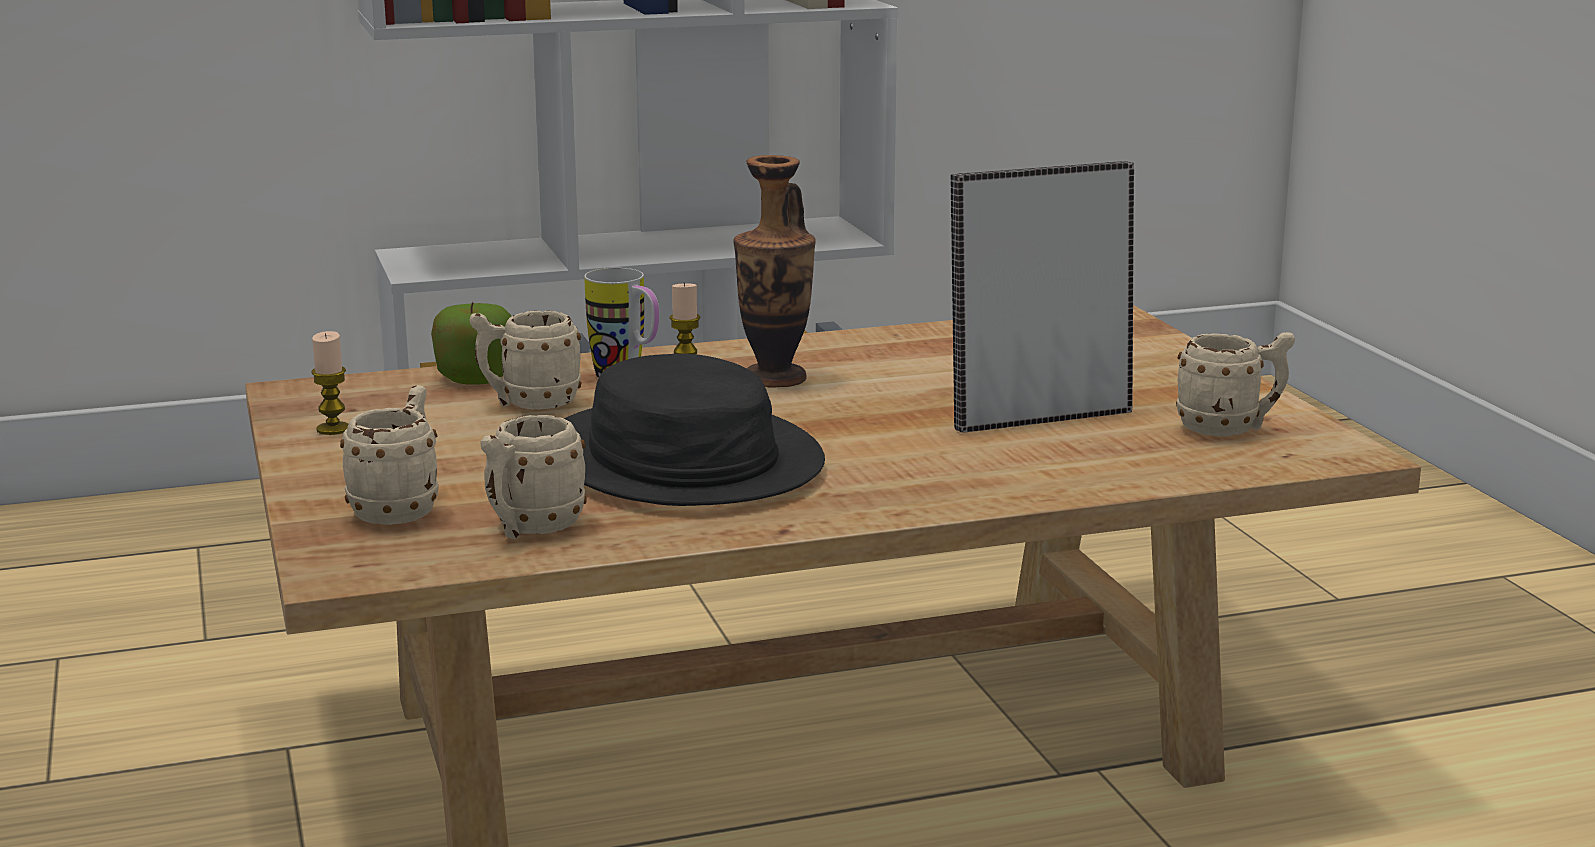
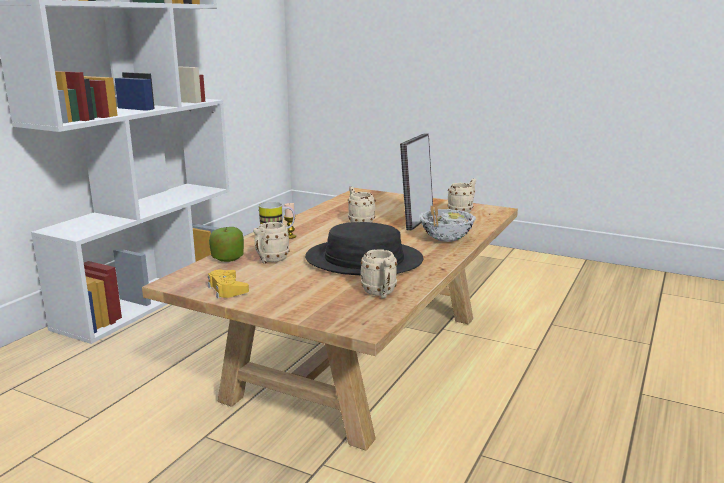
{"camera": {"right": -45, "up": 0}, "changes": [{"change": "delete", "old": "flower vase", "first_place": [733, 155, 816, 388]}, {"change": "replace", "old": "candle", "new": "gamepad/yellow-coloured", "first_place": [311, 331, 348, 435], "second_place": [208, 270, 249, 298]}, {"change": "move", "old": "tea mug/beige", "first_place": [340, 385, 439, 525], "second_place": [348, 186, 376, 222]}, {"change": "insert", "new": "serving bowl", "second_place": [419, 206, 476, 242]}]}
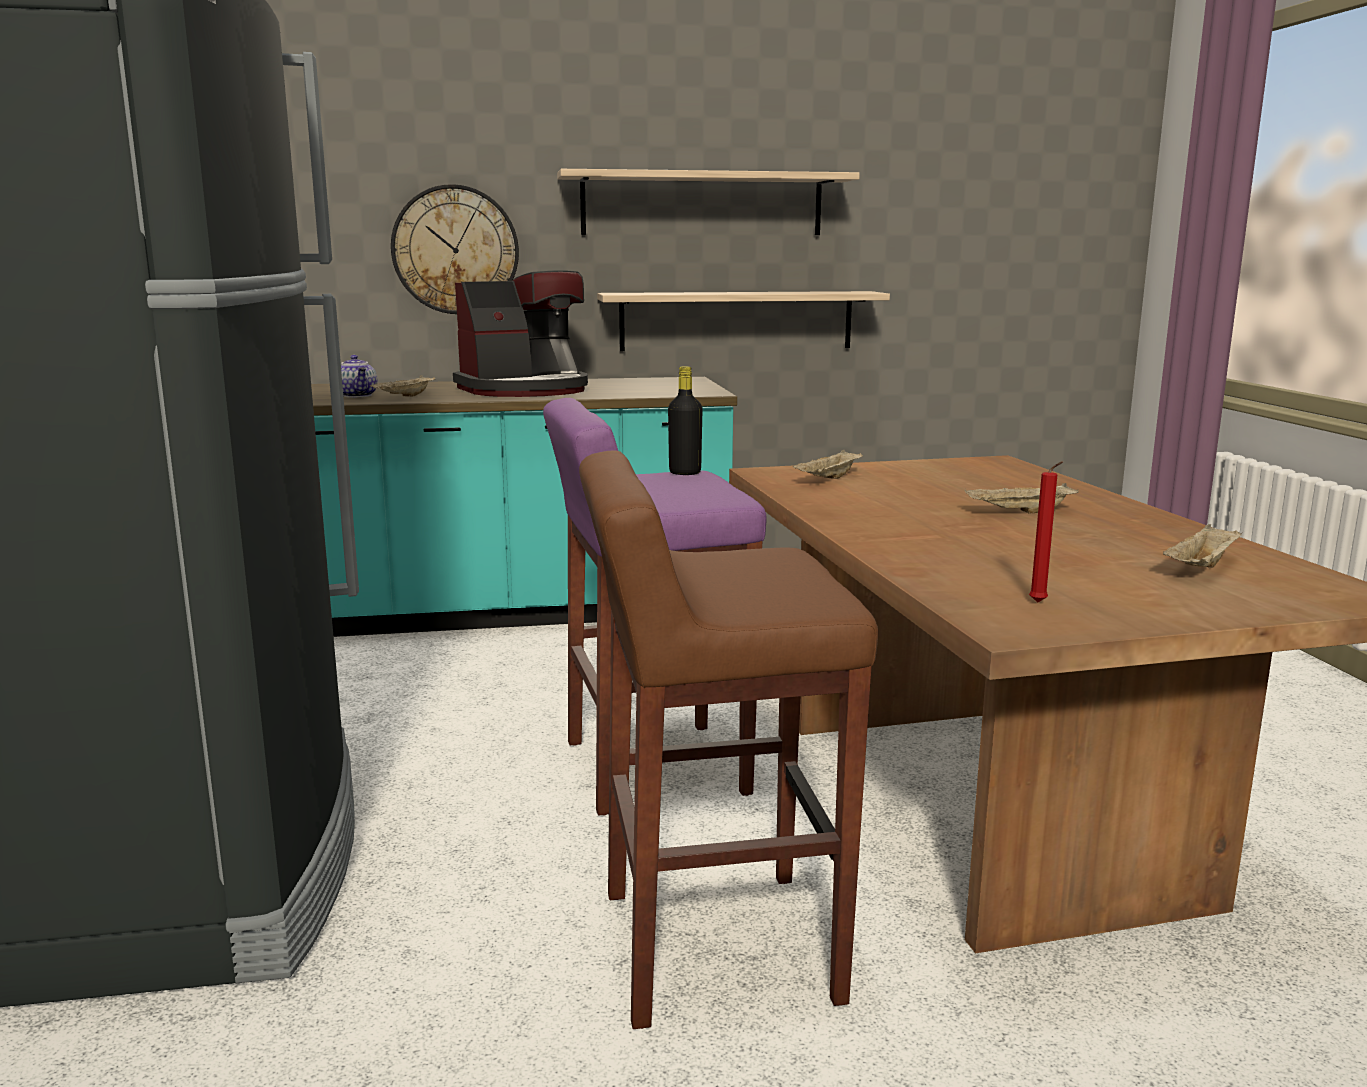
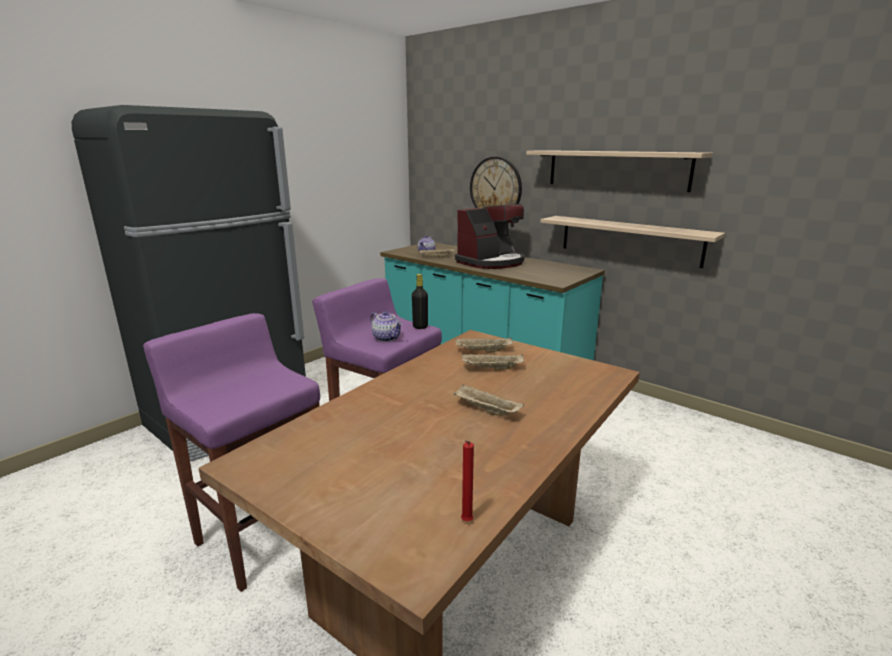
{"camera": {"right": 50, "up": 5}, "changes": [{"change": "rotate", "old": "coffee maker", "first_place": [453, 270, 588, 397], "second_place": [455, 204, 525, 269], "degrees": -60}, {"change": "recolor", "old": "stool/brownish", "new": "stool/purplish", "first_place": [579, 451, 878, 1029], "second_place": [143, 313, 320, 592]}, {"change": "move", "old": "candle/red-coloured", "first_place": [1029, 461, 1063, 603], "second_place": [461, 441, 474, 521]}, {"change": "move", "old": "serving tray/beige", "first_place": [1163, 524, 1242, 568], "second_place": [462, 354, 524, 371]}, {"change": "insert", "new": "tea pot", "second_place": [370, 311, 402, 342]}]}
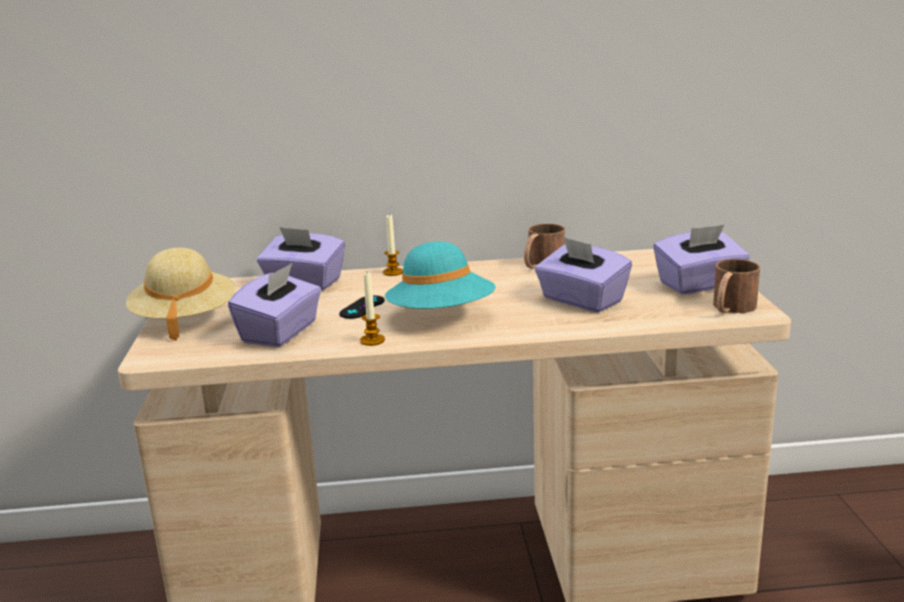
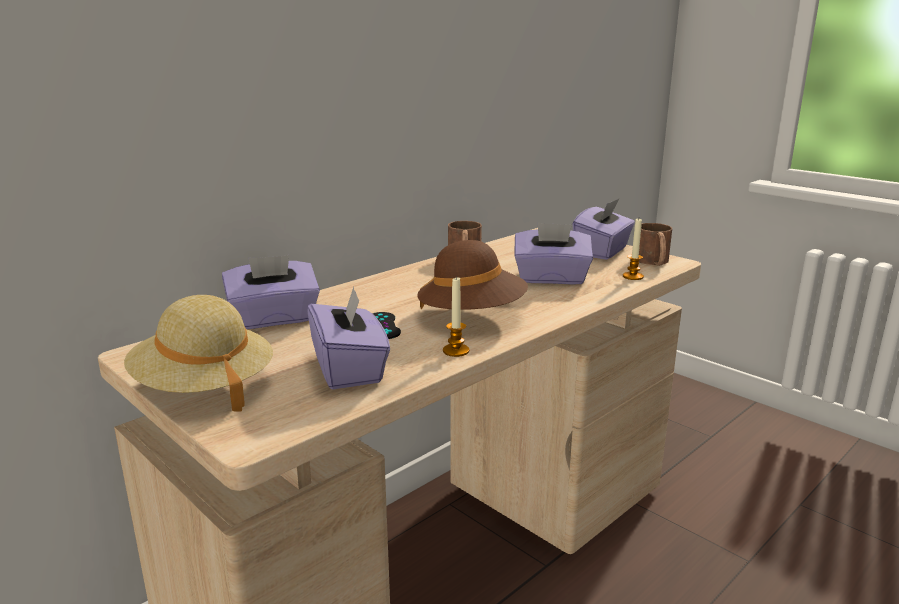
{"camera": {"right": -40, "up": 0}, "changes": [{"change": "move", "old": "candle", "first_place": [383, 215, 403, 276], "second_place": [623, 218, 644, 280]}, {"change": "recolor", "old": "hat/turquoise-coloured", "new": "hat/brownish", "first_place": [385, 241, 495, 309], "second_place": [417, 240, 528, 310]}]}
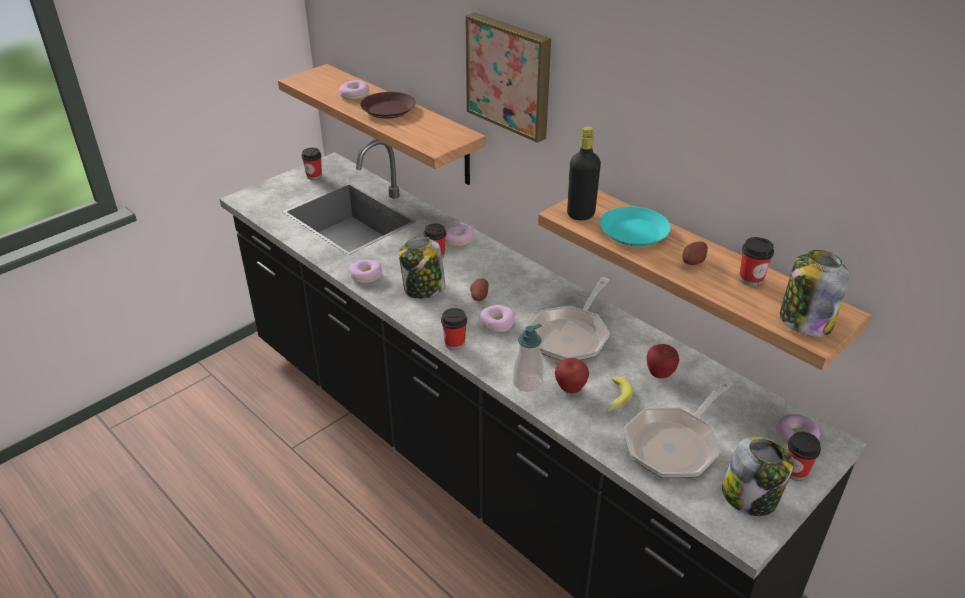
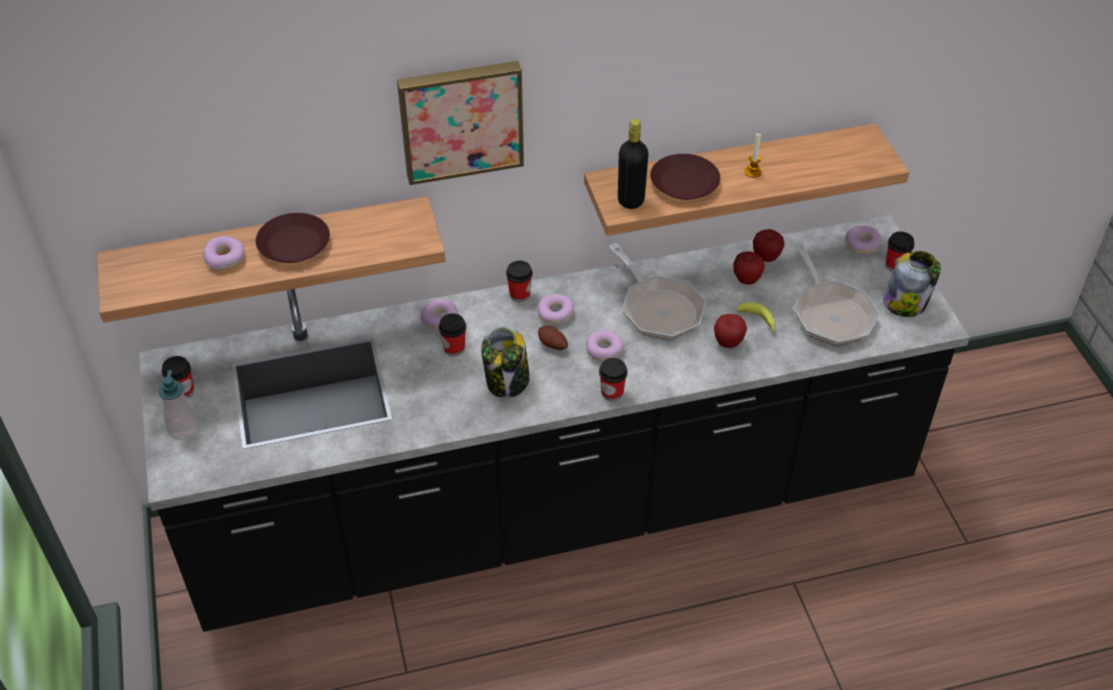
{"camera": {"right": -60, "up": 10}, "changes": [{"change": "recolor", "old": "flat dish/turquoise-coloured", "new": "flat dish/brownish", "first_place": [600, 206, 671, 246], "second_place": [650, 154, 720, 200]}, {"change": "move", "old": "small cup", "first_place": [739, 237, 774, 286], "second_place": [506, 260, 533, 302]}, {"change": "replace", "old": "potato", "new": "candle", "first_place": [682, 242, 708, 265], "second_place": [745, 133, 762, 178]}, {"change": "delete", "old": "storage jar", "first_place": [780, 250, 849, 337]}, {"change": "move", "old": "donut", "first_place": [349, 260, 382, 283], "second_place": [537, 294, 574, 325]}, {"change": "move", "old": "liquid soap bottle", "first_place": [513, 324, 543, 392], "second_place": [159, 370, 199, 440]}, {"change": "insert", "new": "apple", "second_place": [753, 229, 785, 262]}]}
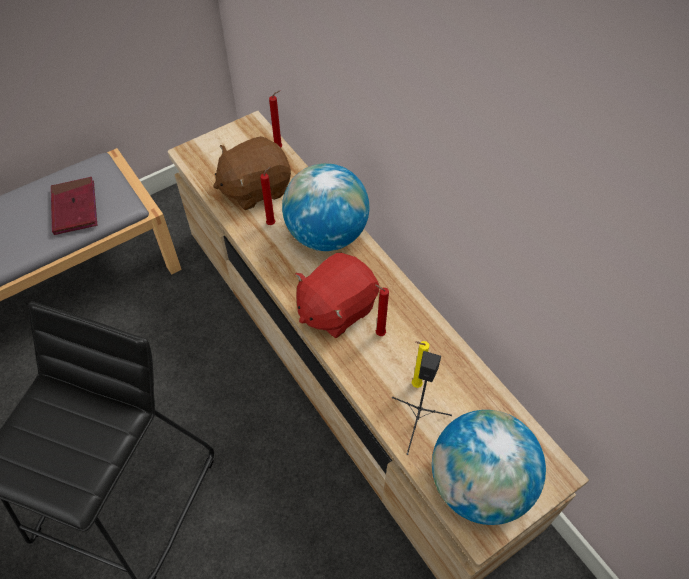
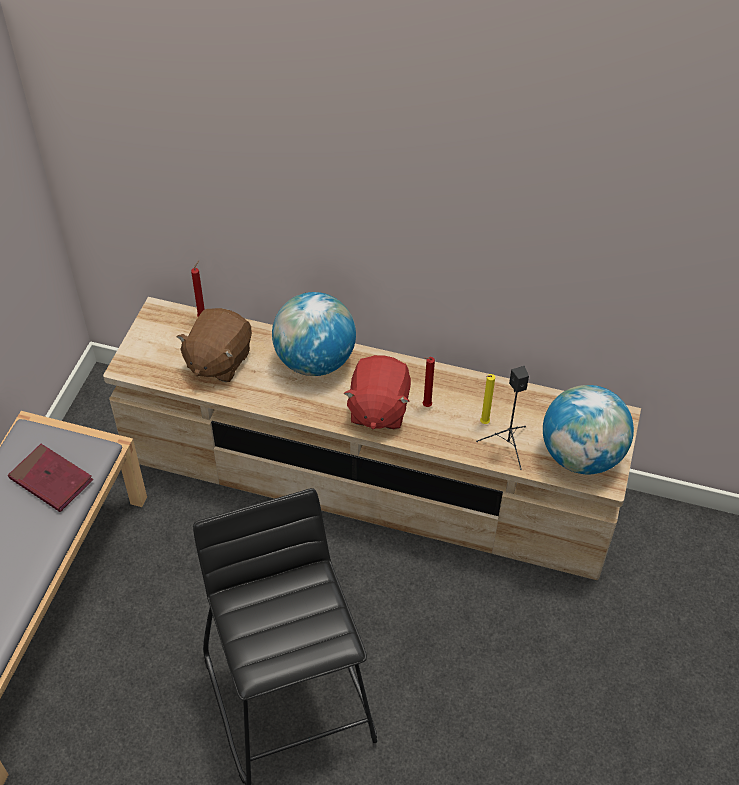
{"camera": {"right": -40, "up": -5}, "changes": [{"change": "delete", "old": "candle/red-coloured", "first_place": [260, 166, 275, 225]}]}
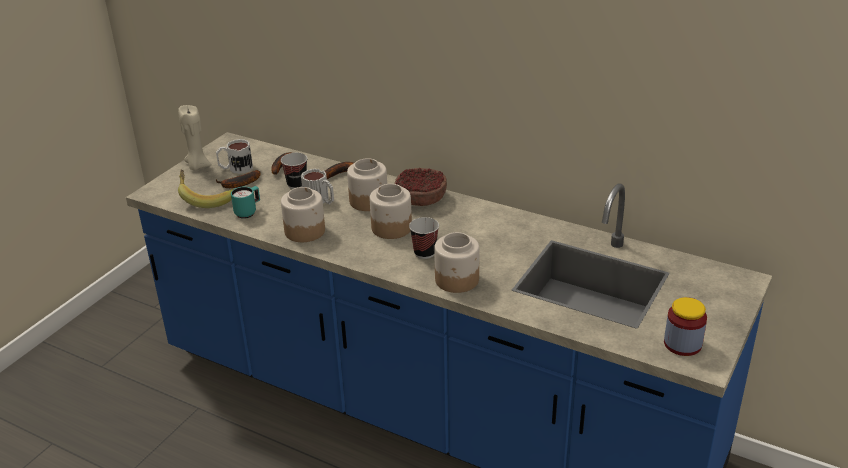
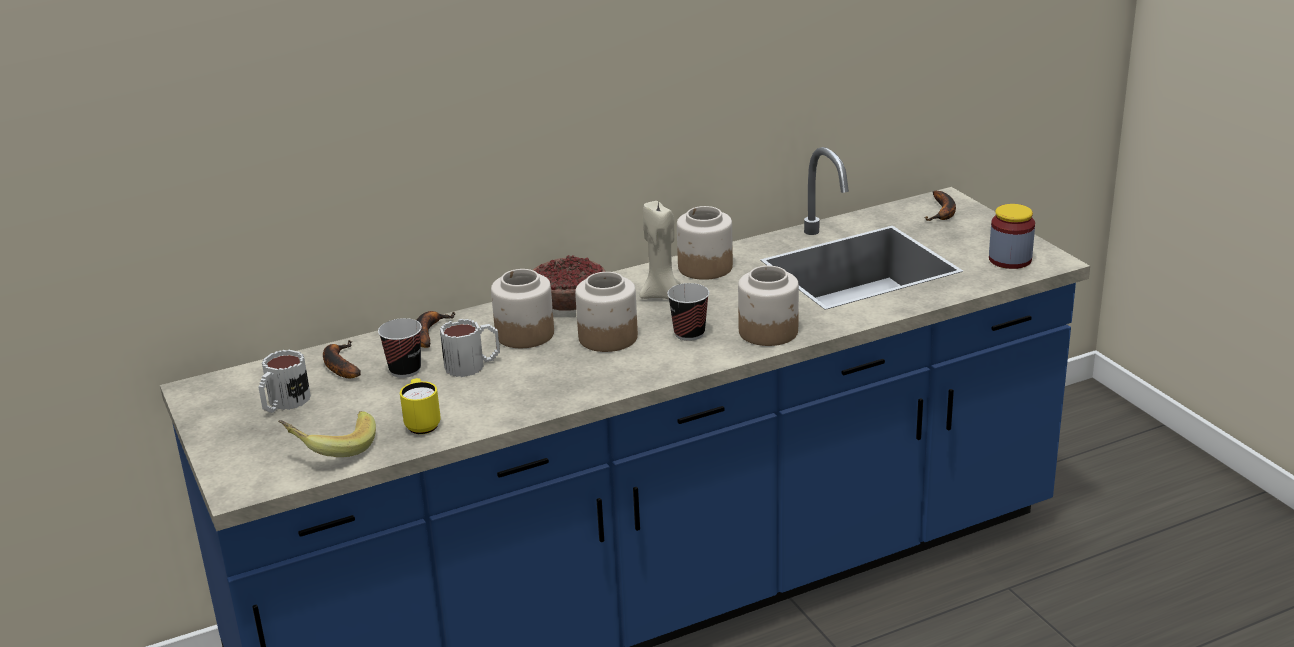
{"camera": {"right": -55, "up": -5}, "changes": [{"change": "move", "old": "candle/beige", "first_place": [178, 105, 212, 170], "second_place": [640, 201, 681, 299]}, {"change": "move", "old": "banana", "first_place": [216, 170, 261, 188], "second_place": [925, 191, 956, 221]}, {"change": "recolor", "old": "tea mug/turquoise-coloured", "new": "tea mug/yellow-coloured", "first_place": [231, 186, 260, 219], "second_place": [400, 378, 441, 434]}, {"change": "move", "old": "storage jar", "first_place": [281, 187, 325, 242], "second_place": [677, 206, 733, 280]}]}
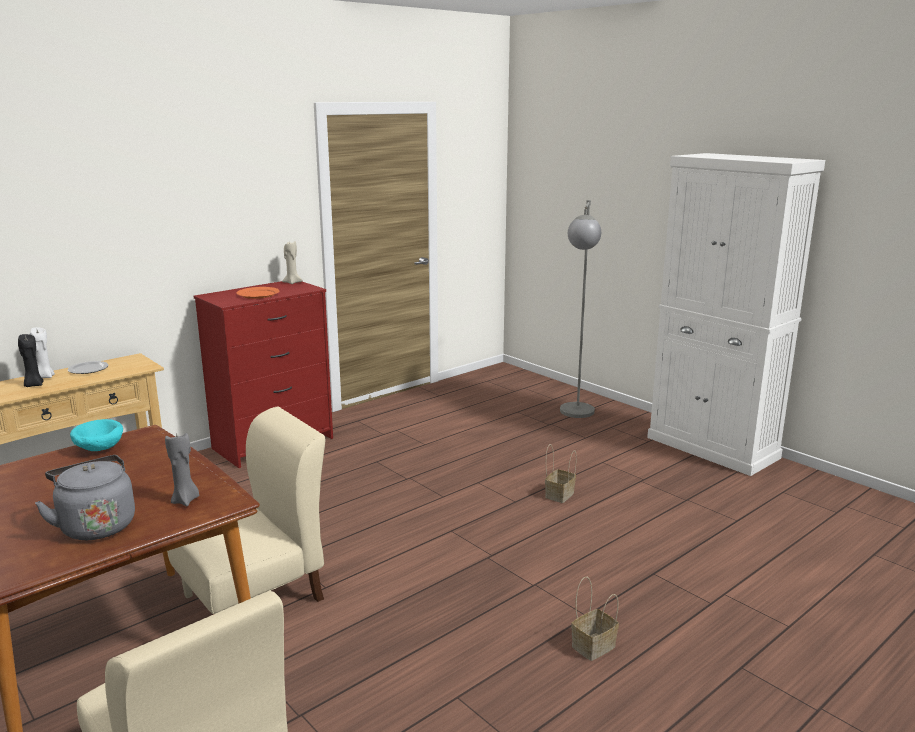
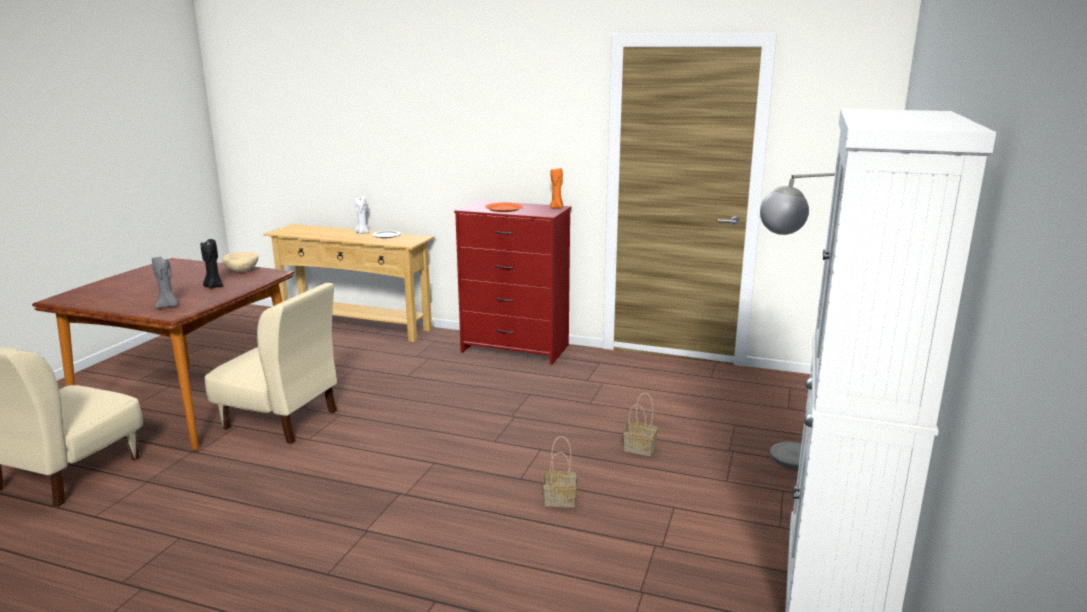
{"camera": {"right": 60, "up": 0}, "changes": [{"change": "recolor", "old": "candle/beige", "new": "candle/orangey", "first_place": [282, 240, 303, 284], "second_place": [550, 168, 563, 209]}, {"change": "move", "old": "candle/black", "first_place": [18, 334, 44, 387], "second_place": [200, 239, 223, 289]}, {"change": "recolor", "old": "serving bowl/turquoise-coloured", "new": "serving bowl/beige", "first_place": [70, 419, 123, 451], "second_place": [222, 252, 259, 272]}, {"change": "delete", "old": "kettle/gray", "first_place": [35, 455, 135, 540]}, {"change": "move", "old": "basket", "first_place": [571, 577, 619, 661], "second_place": [623, 393, 658, 456]}]}
